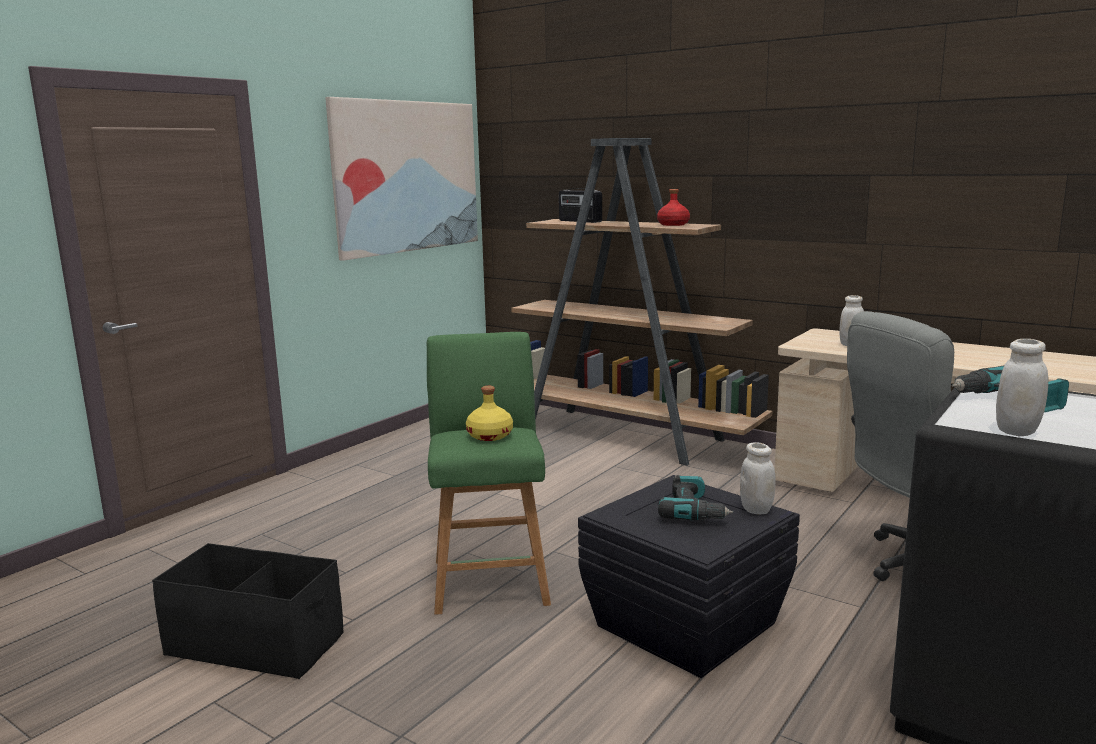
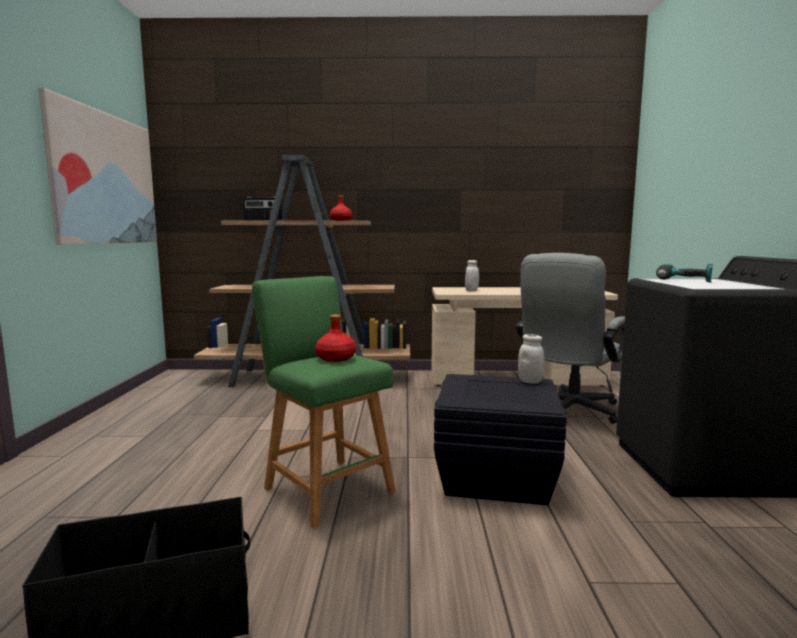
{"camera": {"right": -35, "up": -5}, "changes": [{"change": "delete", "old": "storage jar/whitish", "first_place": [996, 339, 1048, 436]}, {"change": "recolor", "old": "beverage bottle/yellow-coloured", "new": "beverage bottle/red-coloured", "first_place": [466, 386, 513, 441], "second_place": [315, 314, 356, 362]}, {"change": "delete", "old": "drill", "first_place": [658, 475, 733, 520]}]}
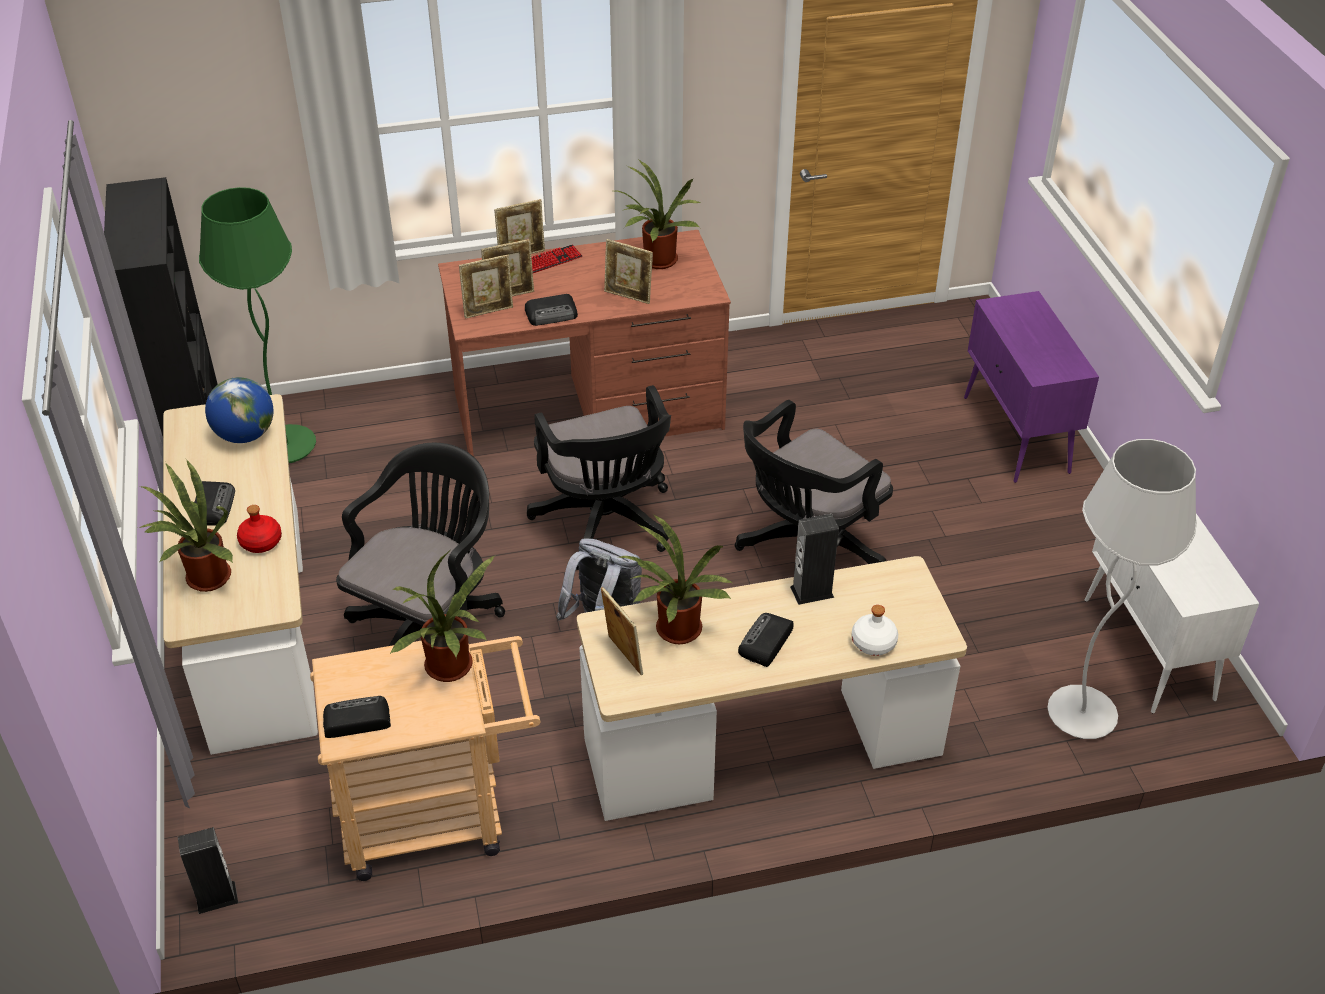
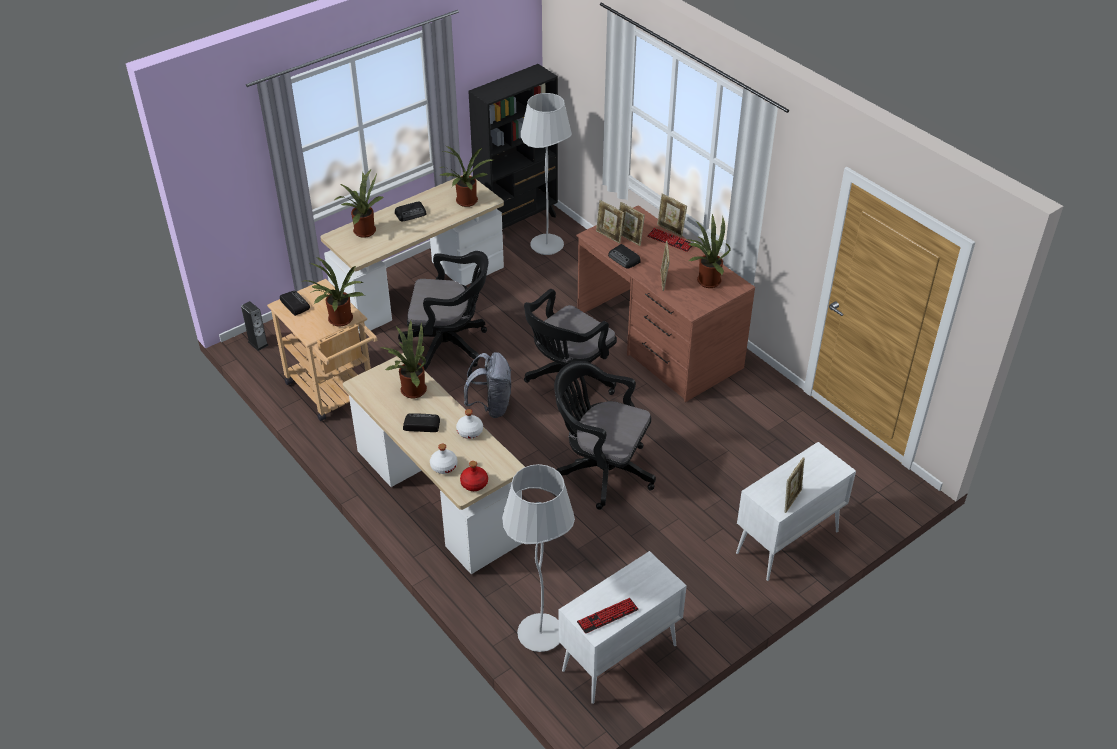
{"camera": {"right": 65, "up": 0}, "changes": [{"change": "recolor", "old": "standing lamp/greenish", "new": "standing lamp/whitish", "first_place": [199, 187, 316, 463], "second_place": [521, 93, 572, 255]}, {"change": "recolor", "old": "cupboard/purplish", "new": "cupboard/whitish", "first_place": [964, 291, 1099, 483], "second_place": [736, 442, 856, 581]}, {"change": "replace", "old": "desk globe", "new": "potted plant", "first_place": [205, 377, 274, 443], "second_place": [440, 146, 494, 207]}, {"change": "move", "old": "beverage bottle/red-coloured", "first_place": [237, 505, 282, 553], "second_place": [460, 461, 488, 491]}, {"change": "replace", "old": "loudspeaker", "new": "beverage bottle/whitish", "first_place": [790, 514, 839, 605], "second_place": [456, 409, 483, 439]}, {"change": "move", "old": "picture frame", "first_place": [601, 587, 643, 675], "second_place": [785, 457, 805, 513]}, {"change": "insert", "new": "computer keyboard", "second_place": [577, 598, 639, 634]}]}
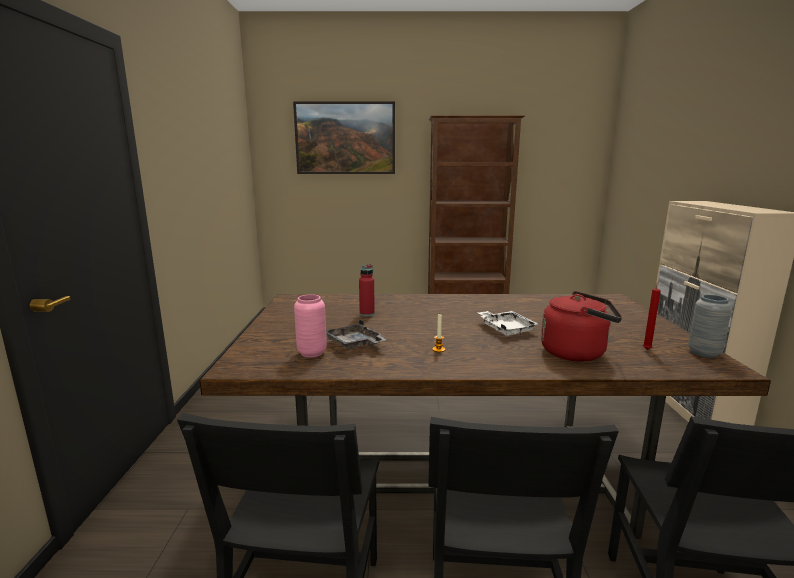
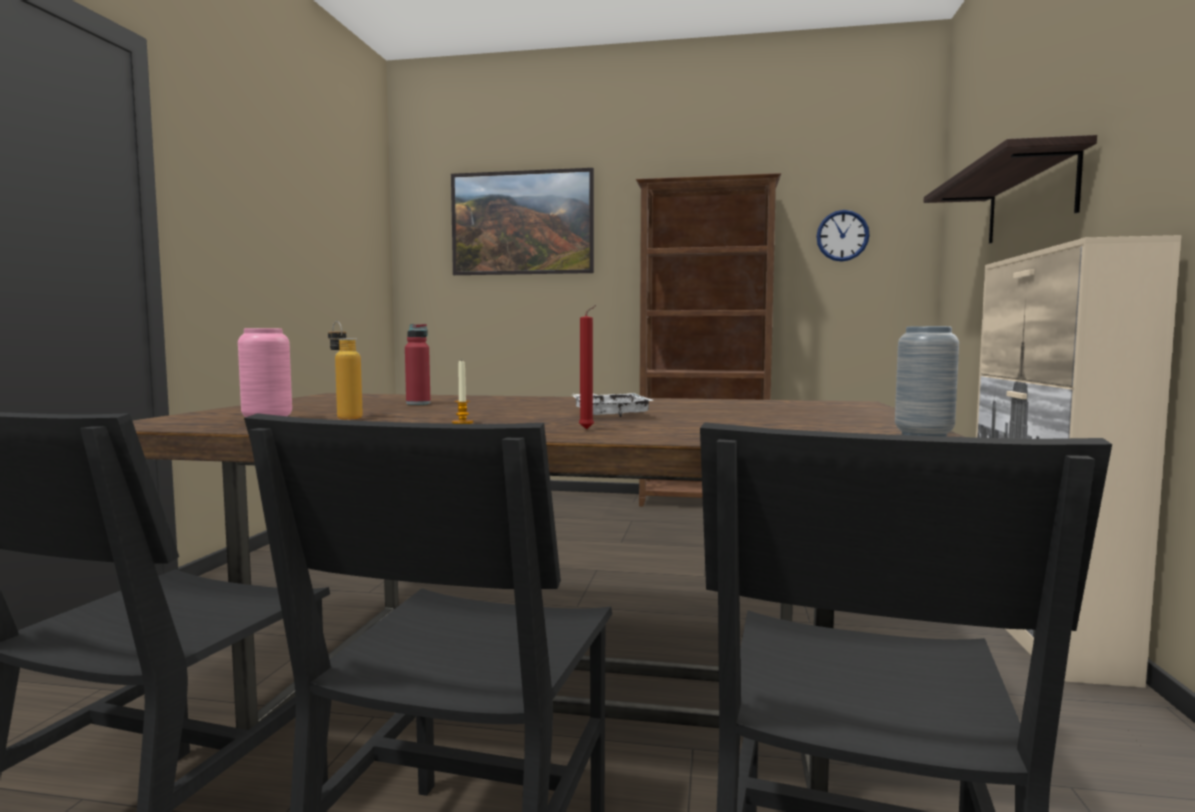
{"camera": {"right": 10, "up": -10}, "changes": [{"change": "move", "old": "candle/red-coloured", "first_place": [643, 281, 661, 350], "second_place": [579, 305, 596, 430]}, {"change": "delete", "old": "kettle/red-coloured", "first_place": [541, 291, 622, 362]}, {"change": "replace", "old": "serving tray/gray", "new": "beverage bottle", "first_place": [326, 320, 387, 350], "second_place": [328, 321, 363, 419]}, {"change": "insert", "new": "shelf", "second_place": [923, 135, 1097, 243]}, {"change": "insert", "new": "clock on the wall", "second_place": [816, 210, 870, 262]}]}
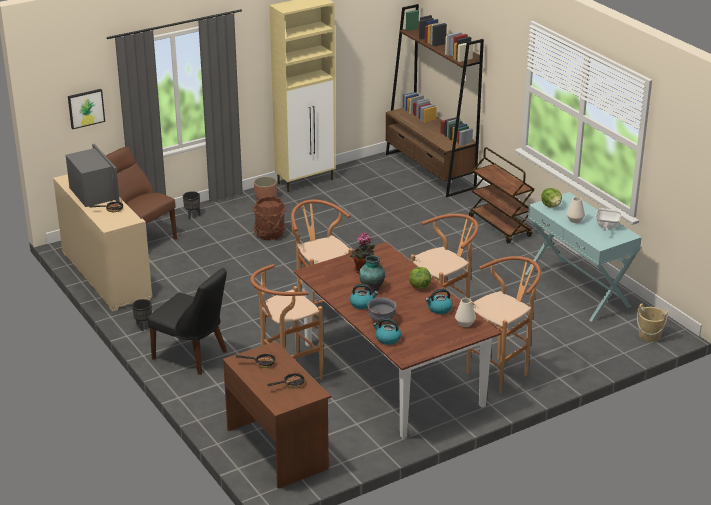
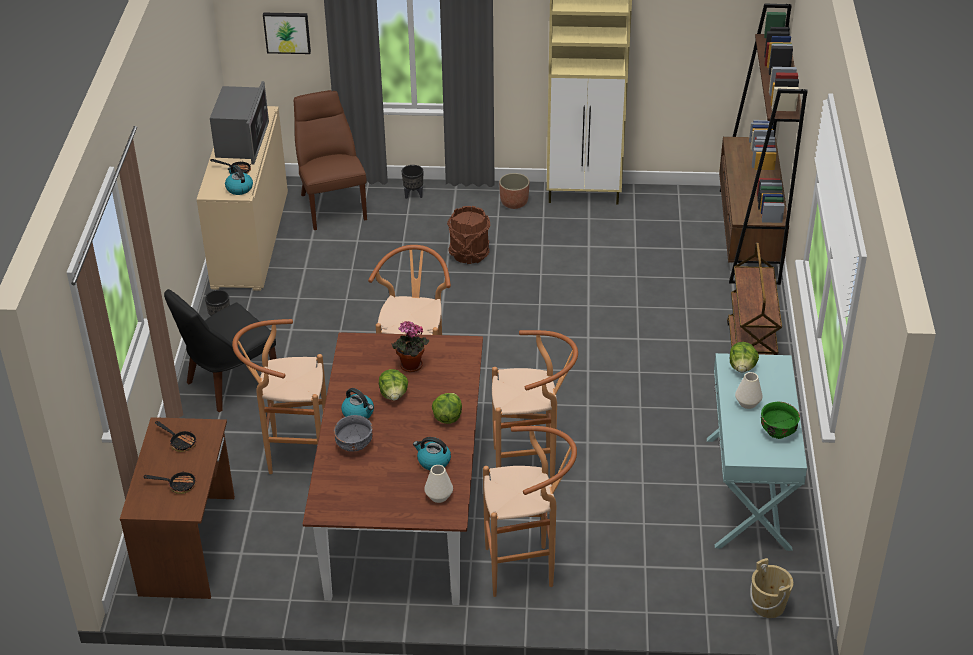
{"camera": {"right": 35, "up": 10}, "changes": [{"change": "replace", "old": "skillet", "new": "serving bowl/greenish", "first_place": [595, 208, 622, 231], "second_place": [761, 401, 800, 439]}, {"change": "replace", "old": "flower vase", "new": "head of lettuce", "first_place": [359, 255, 385, 291], "second_place": [379, 369, 408, 401]}, {"change": "rotate", "old": "plain chair/black", "first_place": [148, 268, 227, 375], "second_place": [164, 289, 277, 412], "degrees": 75}, {"change": "move", "old": "kettle", "first_place": [373, 318, 401, 345], "second_place": [225, 165, 253, 195]}]}
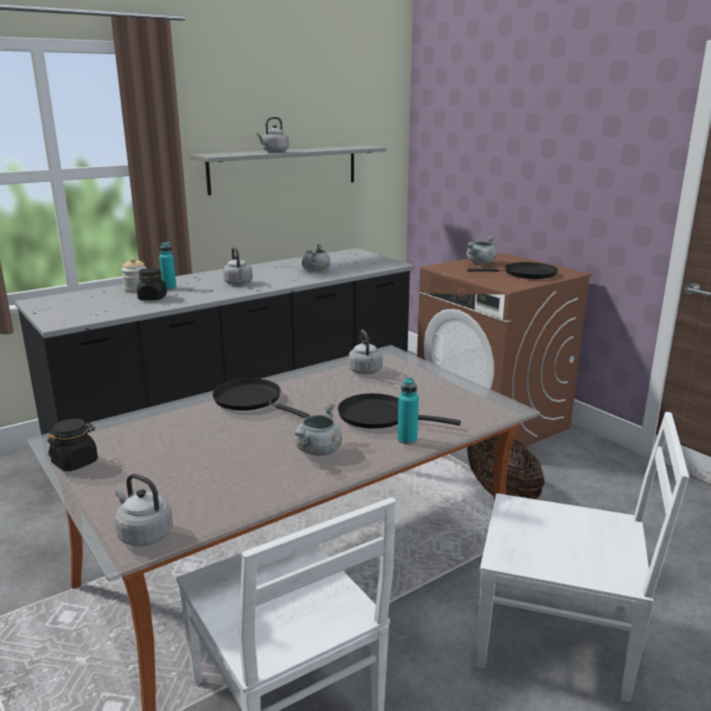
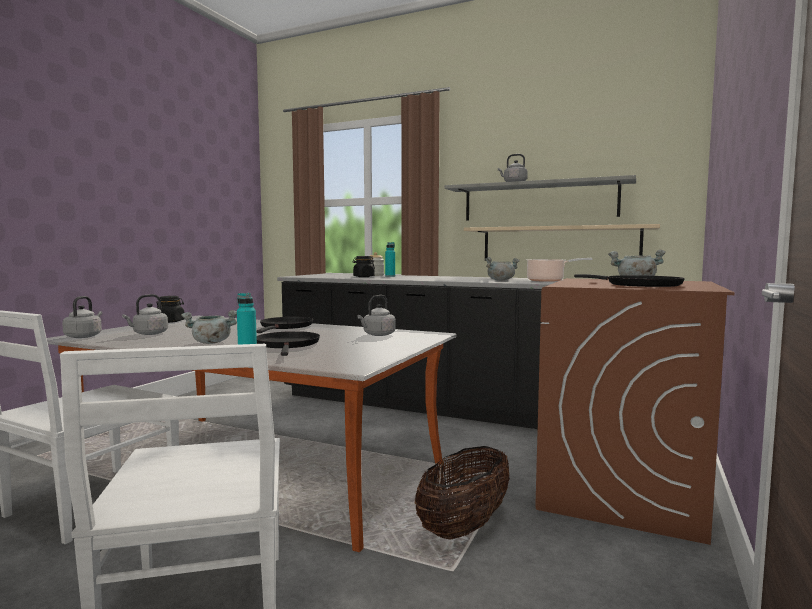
{"camera": {"right": 60, "up": -15}, "changes": [{"change": "move", "old": "kettle/gray", "first_place": [223, 247, 253, 285], "second_place": [122, 294, 168, 335]}, {"change": "insert", "new": "shelf/beige", "second_place": [464, 224, 660, 261]}, {"change": "insert", "new": "cooking pot", "second_place": [527, 258, 592, 282]}]}
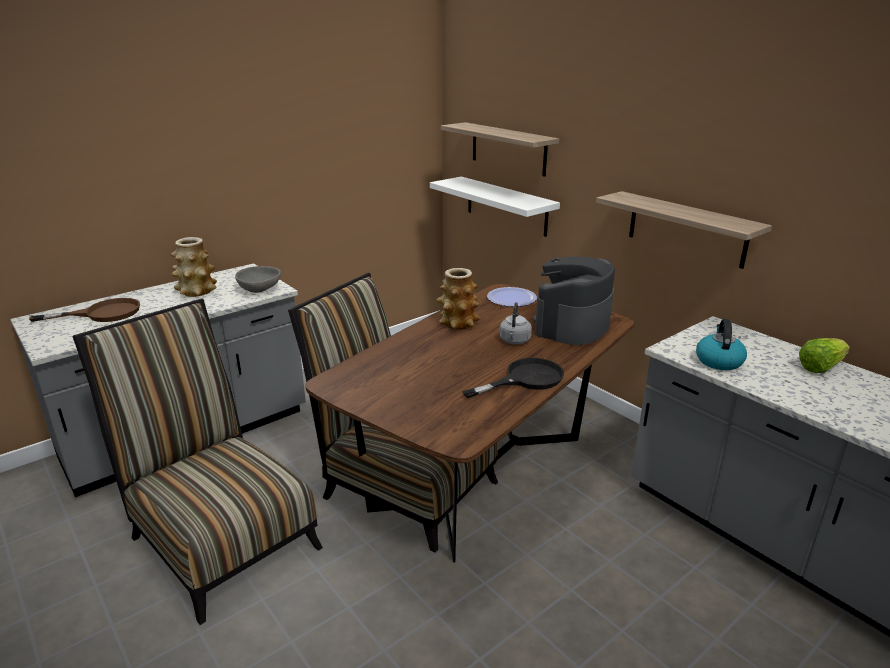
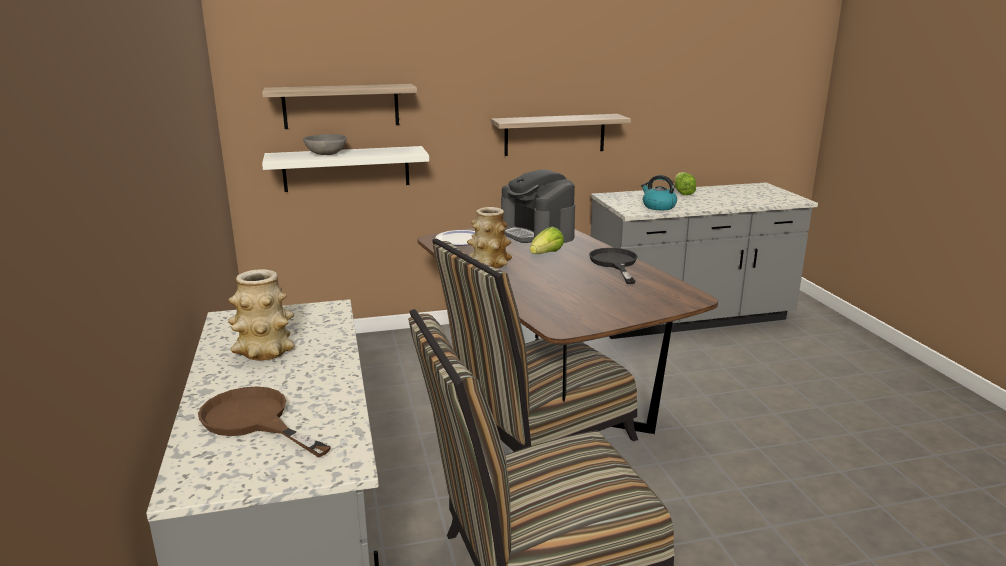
{"camera": {"right": -65, "up": -5}, "changes": [{"change": "move", "old": "serving bowl/gray", "first_place": [235, 266, 281, 293], "second_place": [303, 134, 347, 155]}, {"change": "rotate", "old": "skillet/brownish", "first_place": [29, 298, 140, 322], "second_place": [198, 386, 331, 458], "degrees": -60}, {"change": "replace", "old": "kettle/gray", "new": "head of lettuce", "first_place": [500, 302, 532, 344], "second_place": [530, 227, 564, 254]}]}
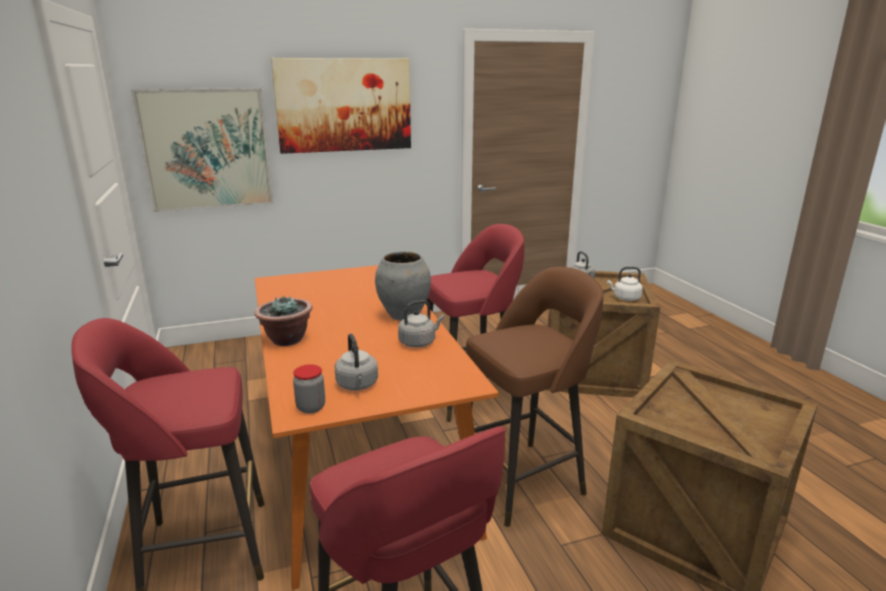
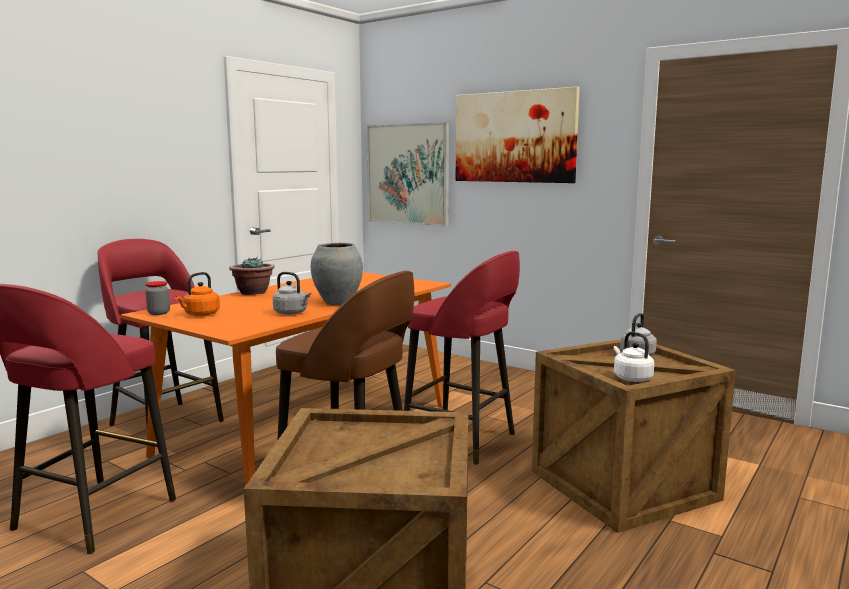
{"camera": {"right": 55, "up": -10}, "changes": [{"change": "recolor", "old": "kettle/gray", "new": "kettle/orangey", "first_place": [335, 333, 378, 390], "second_place": [175, 272, 220, 316]}]}
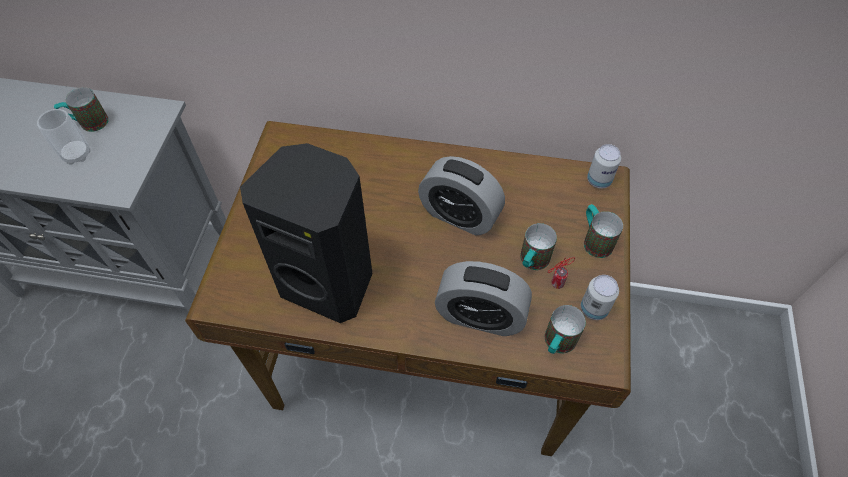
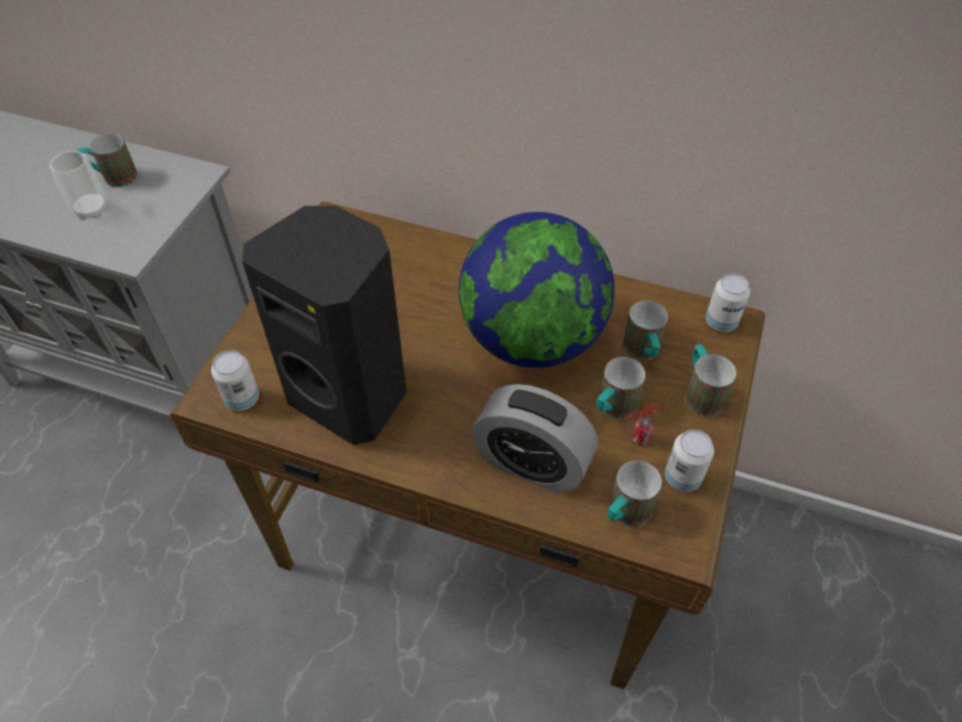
{"camera": {"right": 10, "up": -5}, "changes": [{"change": "replace", "old": "bedside clock", "new": "desk globe", "first_place": [418, 156, 505, 235], "second_place": [459, 212, 615, 368]}, {"change": "insert", "new": "tea mug", "second_place": [623, 300, 668, 360]}, {"change": "insert", "new": "metal can", "second_place": [211, 350, 259, 411]}]}
